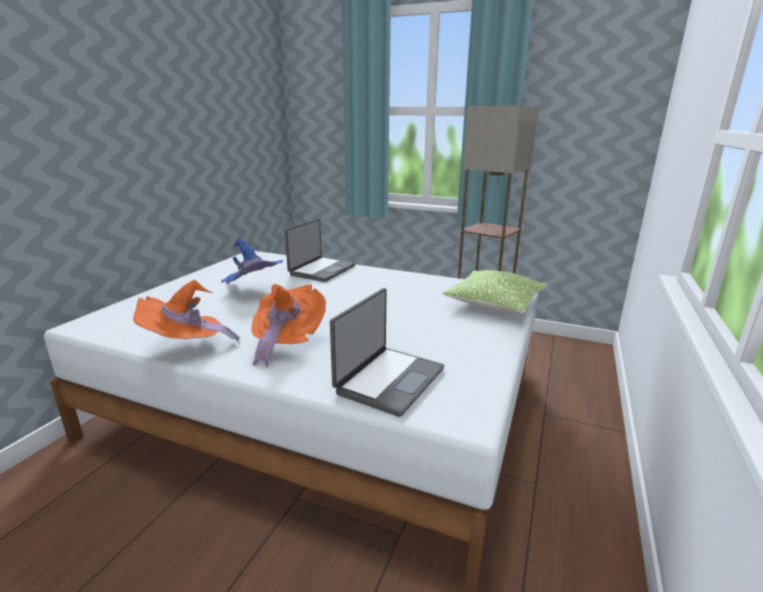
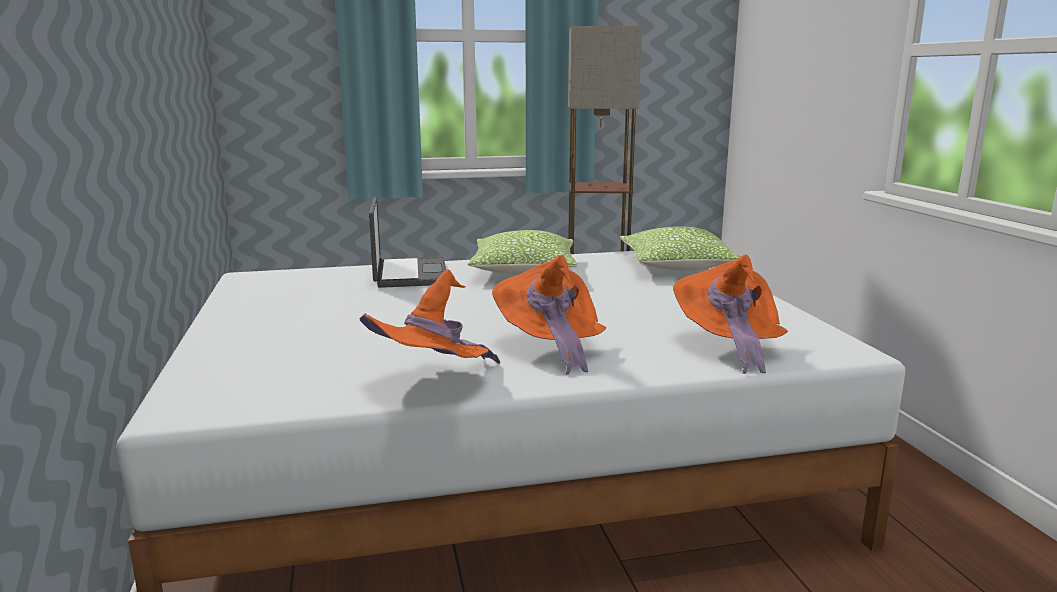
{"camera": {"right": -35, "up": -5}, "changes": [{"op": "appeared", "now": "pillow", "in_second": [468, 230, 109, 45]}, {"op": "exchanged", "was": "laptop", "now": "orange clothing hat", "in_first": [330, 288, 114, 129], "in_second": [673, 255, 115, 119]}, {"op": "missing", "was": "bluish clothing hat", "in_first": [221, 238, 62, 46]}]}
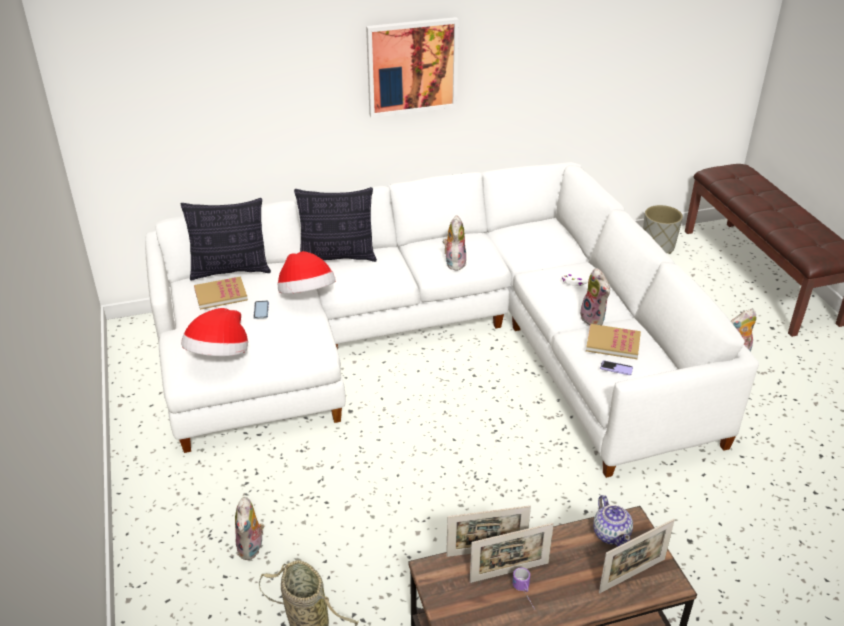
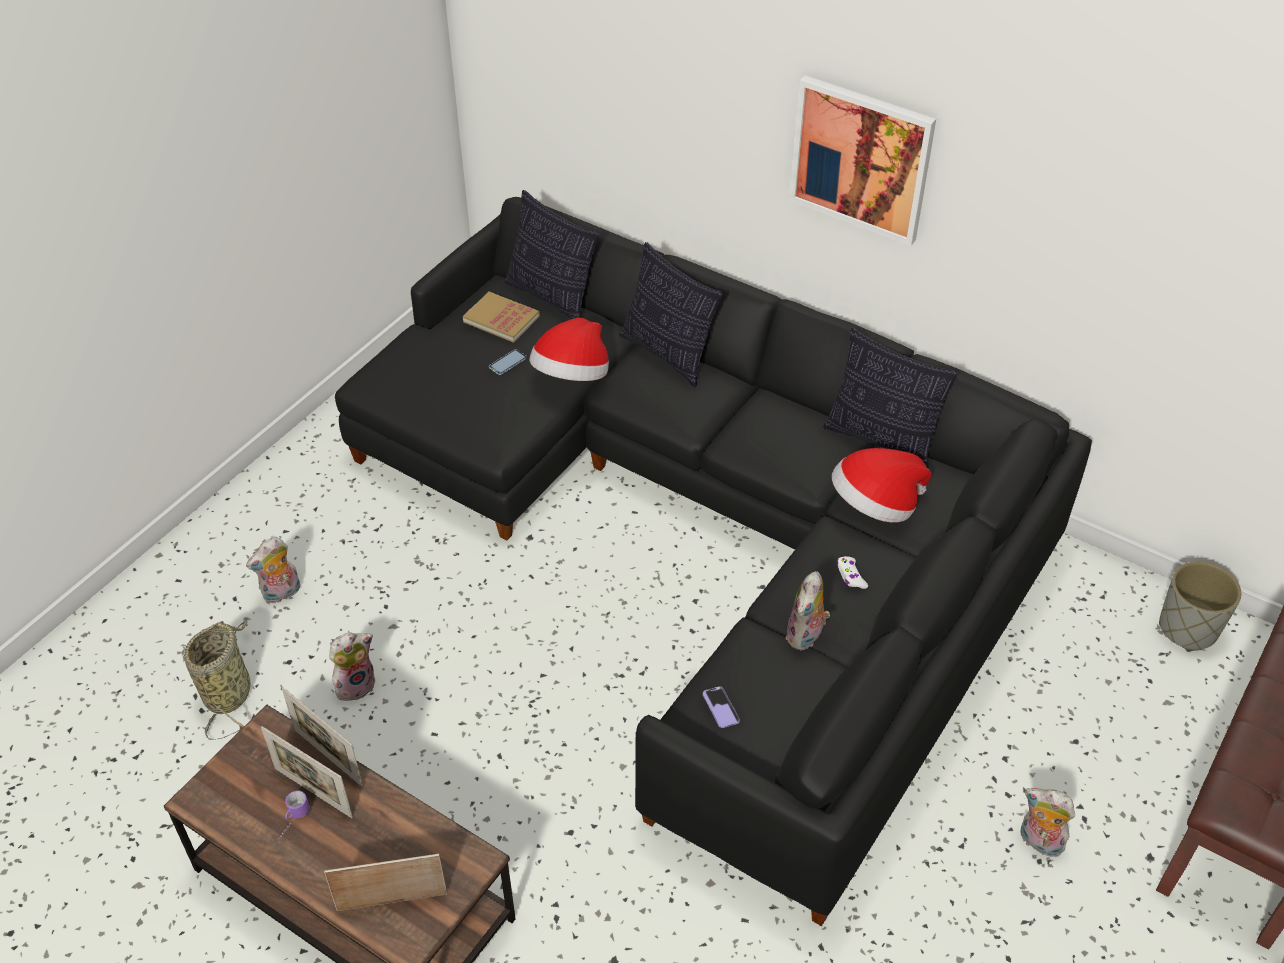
{"camera": {"right": 50, "up": 10}, "changes": [{"op": "spun", "was": "photo frame", "in_first": [599, 519, 76, 74], "in_second": [324, 854, 123, 57], "clockwise": 150}, {"op": "relocated", "was": "plush toy", "in_first": [443, 215, 23, 56], "in_second": [329, 633, 46, 68]}, {"op": "colour", "was": "whitish couch", "now": "black couch", "in_first": [145, 162, 614, 316], "in_second": [335, 197, 757, 729]}, {"op": "appeared", "now": "pillow", "in_second": [823, 328, 135, 140]}, {"op": "relocated", "was": "clothing hat", "in_first": [181, 308, 67, 48], "in_second": [832, 448, 99, 75]}, {"op": "missing", "was": "volume", "in_first": [586, 324, 55, 35]}, {"op": "missing", "was": "pot for tea", "in_first": [593, 495, 40, 52]}]}
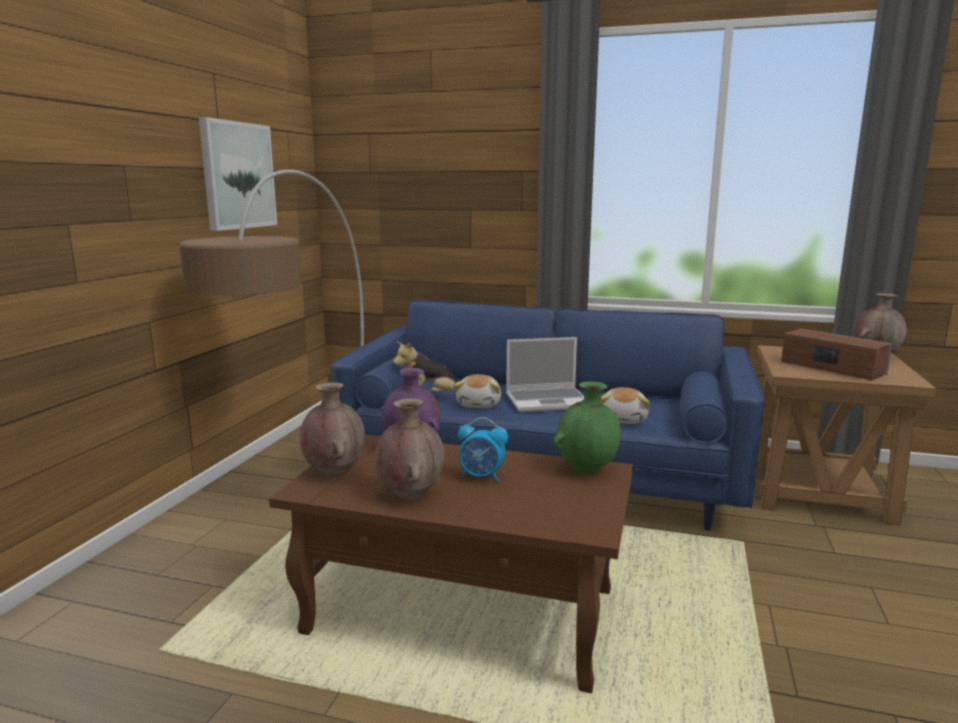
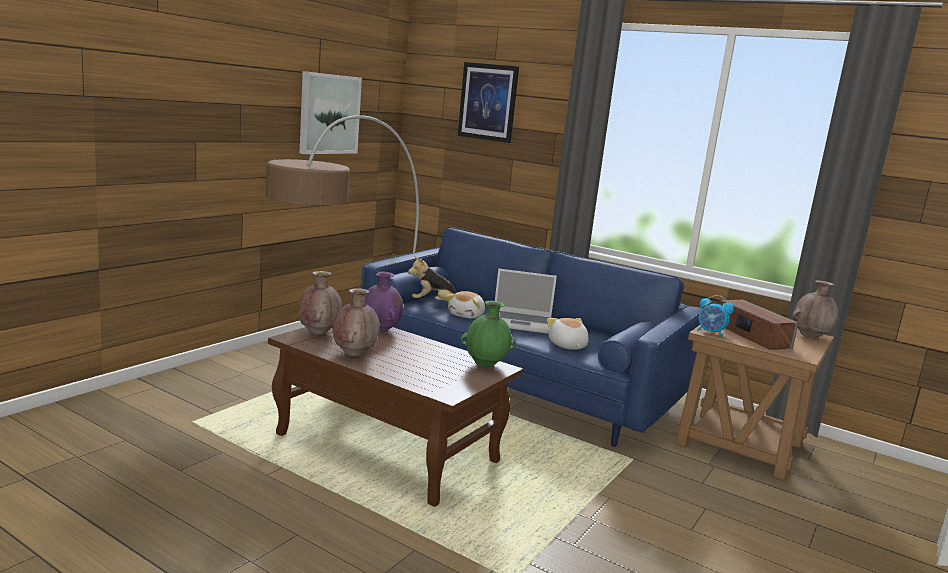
{"camera": {"right": 15, "up": 0}, "changes": [{"op": "appeared", "now": "wall art", "in_second": [457, 62, 62, 81]}, {"op": "spun", "was": "plush toy", "in_first": [601, 387, 49, 37], "in_second": [547, 318, 42, 32], "clockwise": 135}, {"op": "relocated", "was": "table clock", "in_first": [458, 417, 50, 65], "in_second": [697, 295, 36, 42]}]}
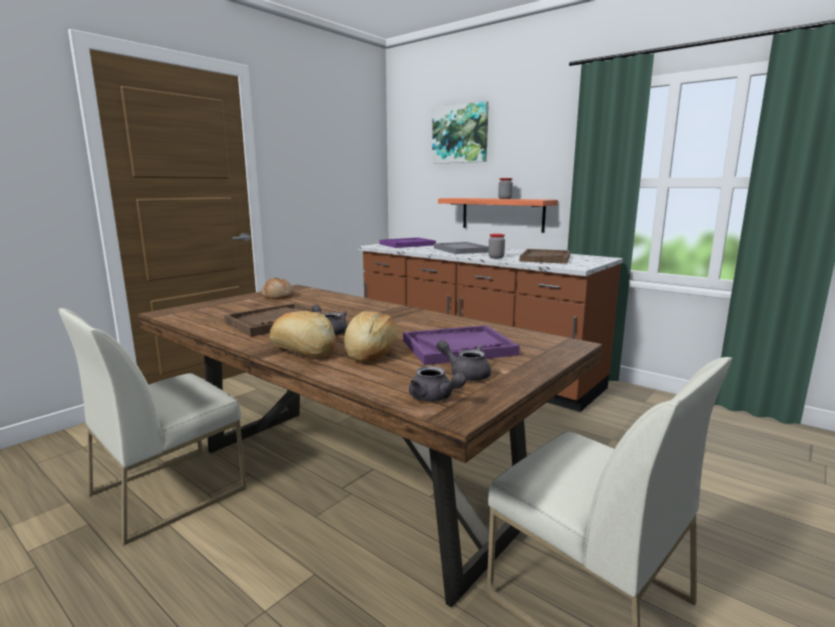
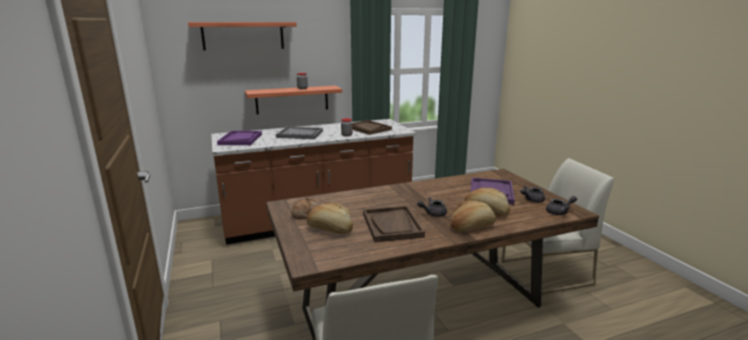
{"camera": {"right": -60, "up": 5}, "changes": [{"op": "exchanged", "was": "wall art", "now": "shelf", "in_first": [432, 101, 57, 63], "in_second": [188, 22, 109, 28]}, {"op": "appeared", "now": "bakery bread", "in_second": [306, 203, 47, 31]}]}
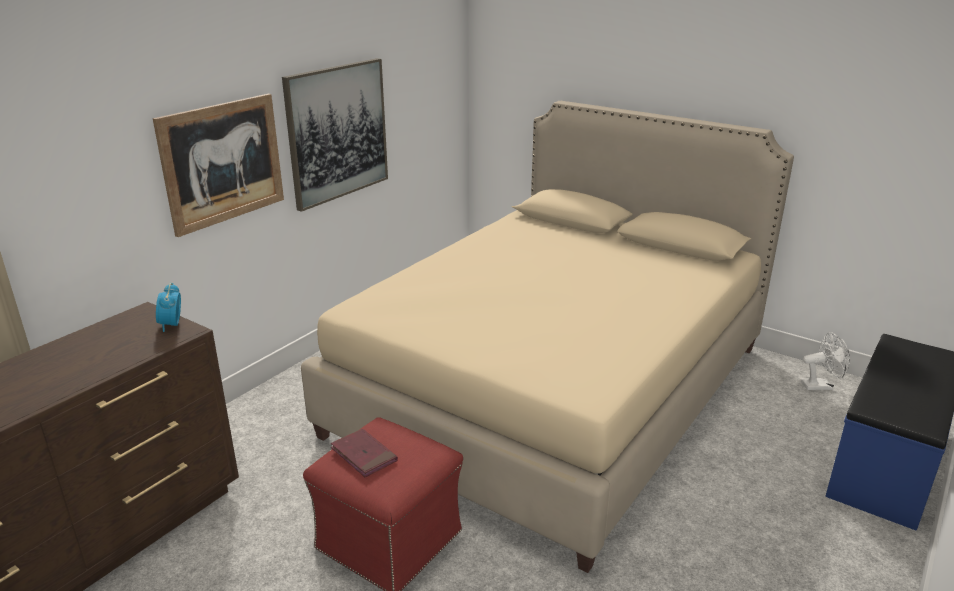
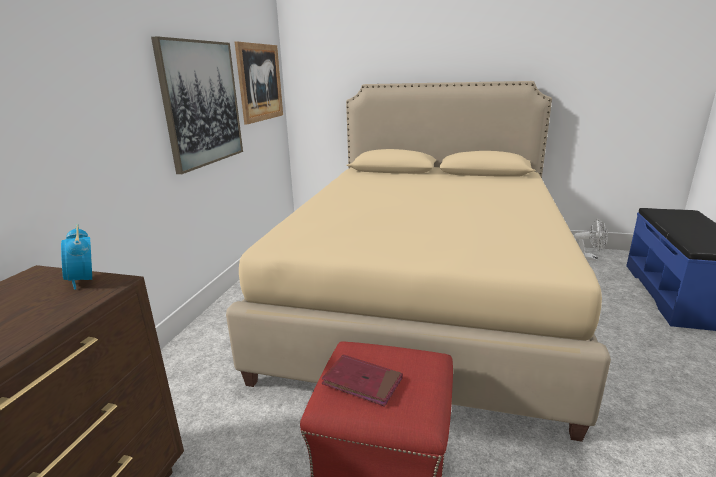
{"camera": {"right": -20, "up": -5}, "changes": [{"op": "relocated", "was": "wall art", "in_first": [153, 94, 131, 143], "in_second": [235, 42, 48, 83]}, {"op": "spun", "was": "whitish fan", "in_first": [801, 332, 49, 58], "in_second": [574, 219, 34, 42], "clockwise": 45}]}
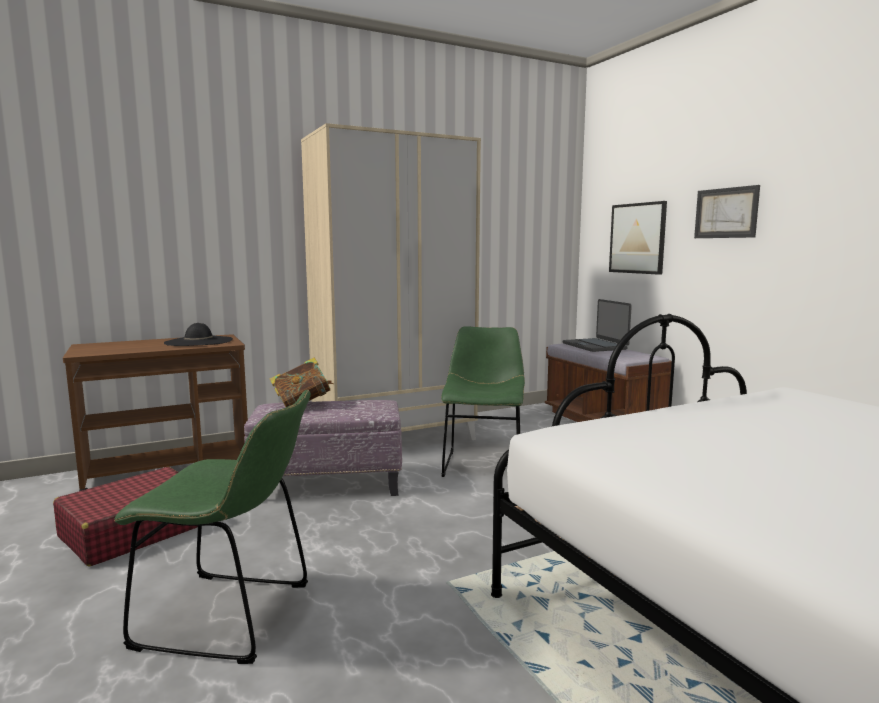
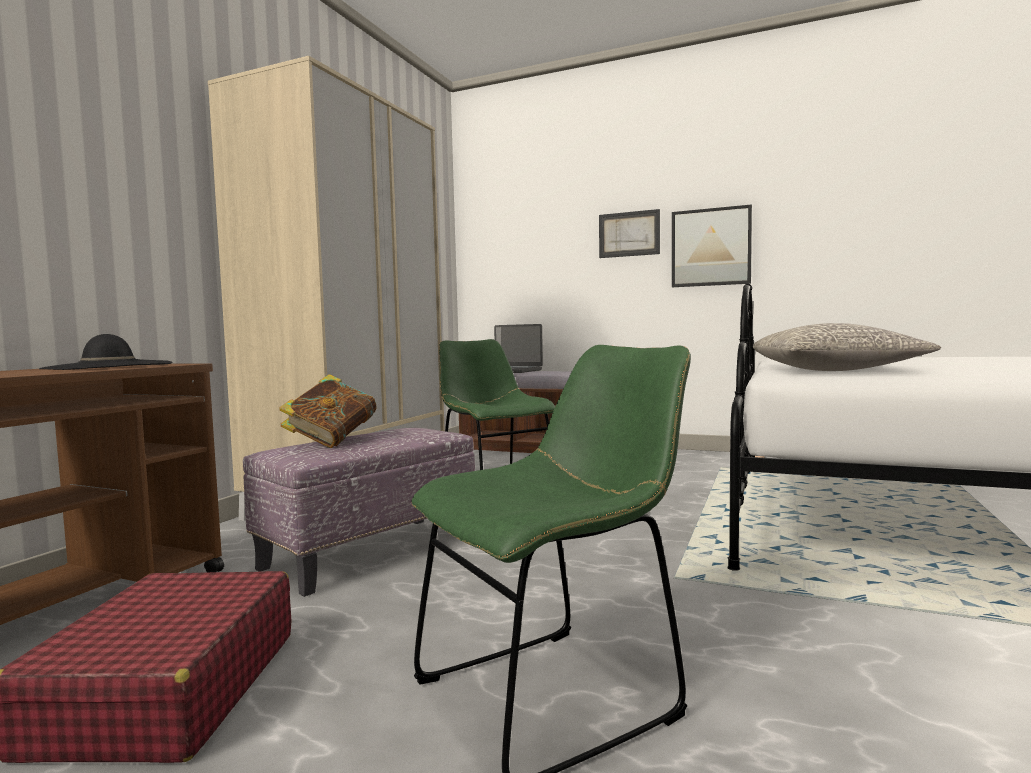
{"camera": {"right": -40, "up": -5}, "changes": [{"op": "relocated", "was": "wall art", "in_first": [609, 201, 58, 74], "in_second": [672, 204, 80, 83]}, {"op": "appeared", "now": "greyish pillow", "in_second": [753, 323, 188, 48]}]}
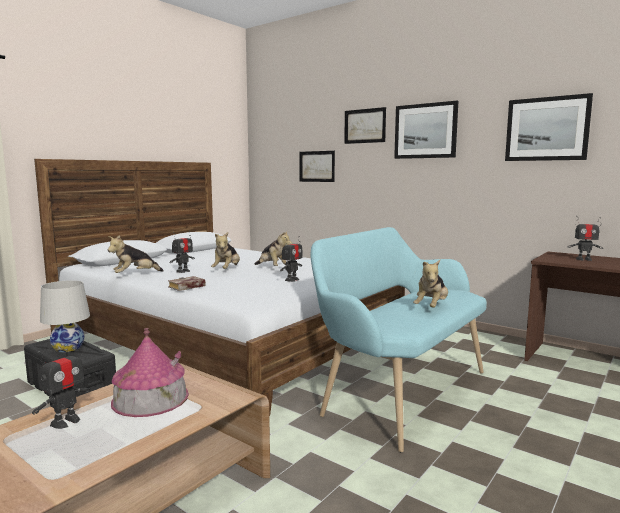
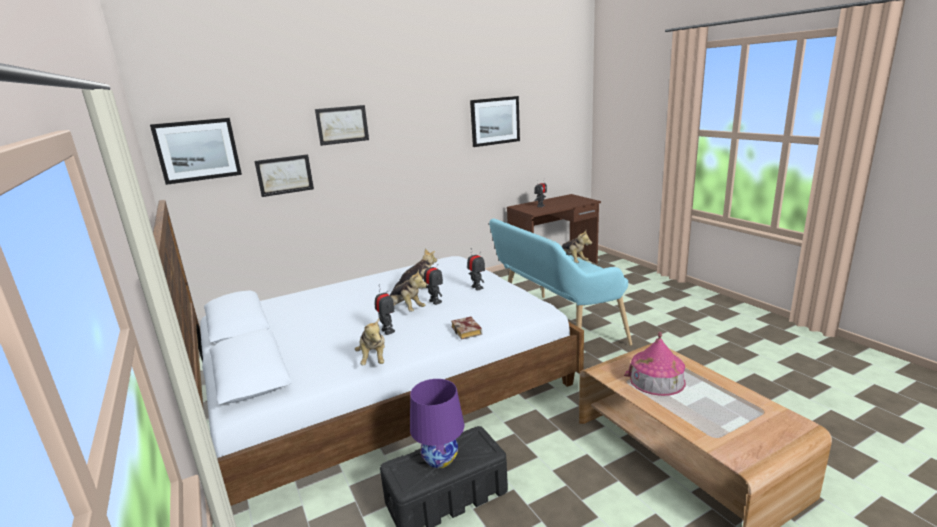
{"camera": {"right": -65, "up": 10}, "changes": [{"op": "relocated", "was": "wall art", "in_first": [394, 101, 64, 58], "in_second": [150, 118, 92, 67]}, {"op": "colour", "was": "whitish lamp for a table", "now": "purple-coloured lamp for a table", "in_first": [40, 280, 50, 72], "in_second": [410, 379, 54, 89]}, {"op": "relocated", "was": "toy robot", "in_first": [32, 341, 59, 88], "in_second": [424, 260, 19, 45]}]}
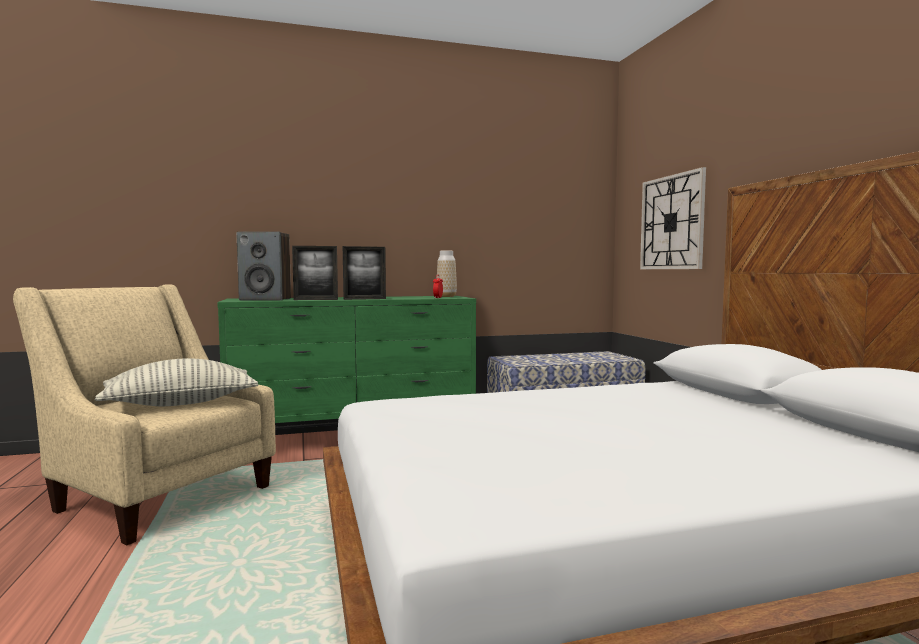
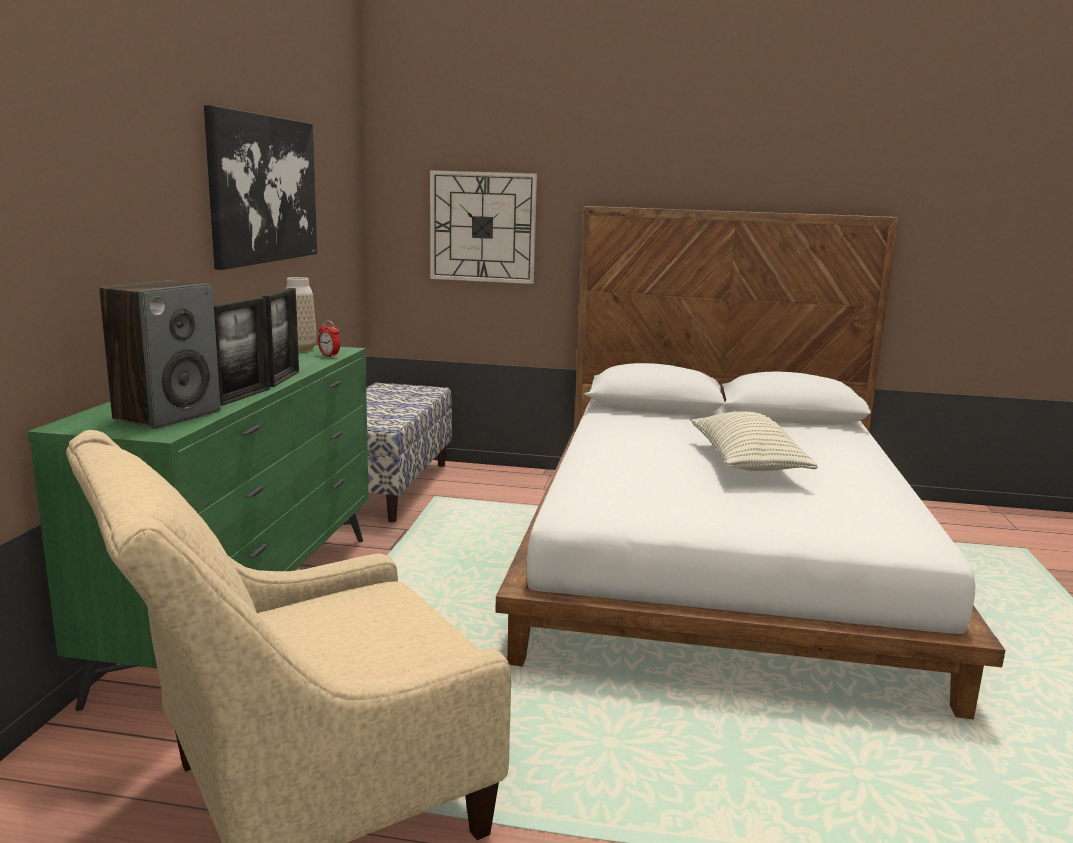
{"camera": {"right": -65, "up": 10}, "changes": [{"op": "appeared", "now": "wall art", "in_second": [204, 105, 113, 165]}, {"op": "relocated", "was": "pillow", "in_first": [95, 358, 163, 48], "in_second": [691, 411, 127, 60]}]}
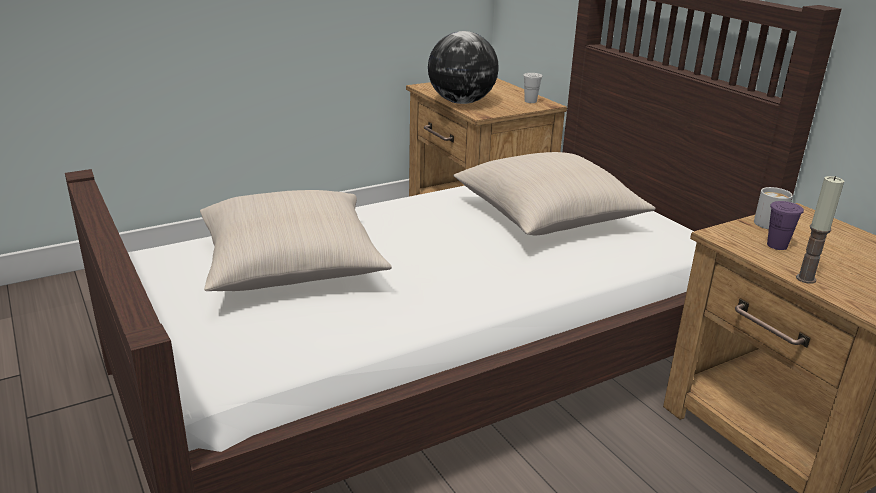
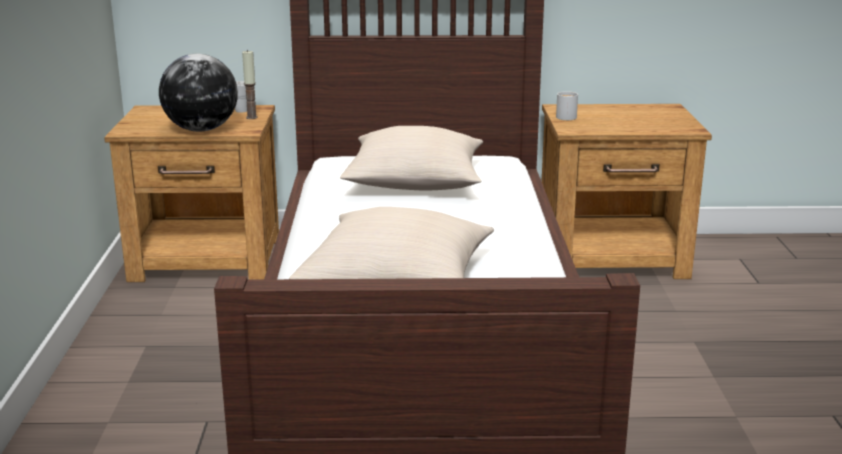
{"camera": {"right": -60, "up": -5}, "changes": [{"op": "relocated", "was": "candle", "in_first": [796, 176, 48, 108], "in_second": [242, 50, 16, 69]}, {"op": "missing", "was": "purple-coloured cup", "in_first": [767, 201, 37, 49]}]}
